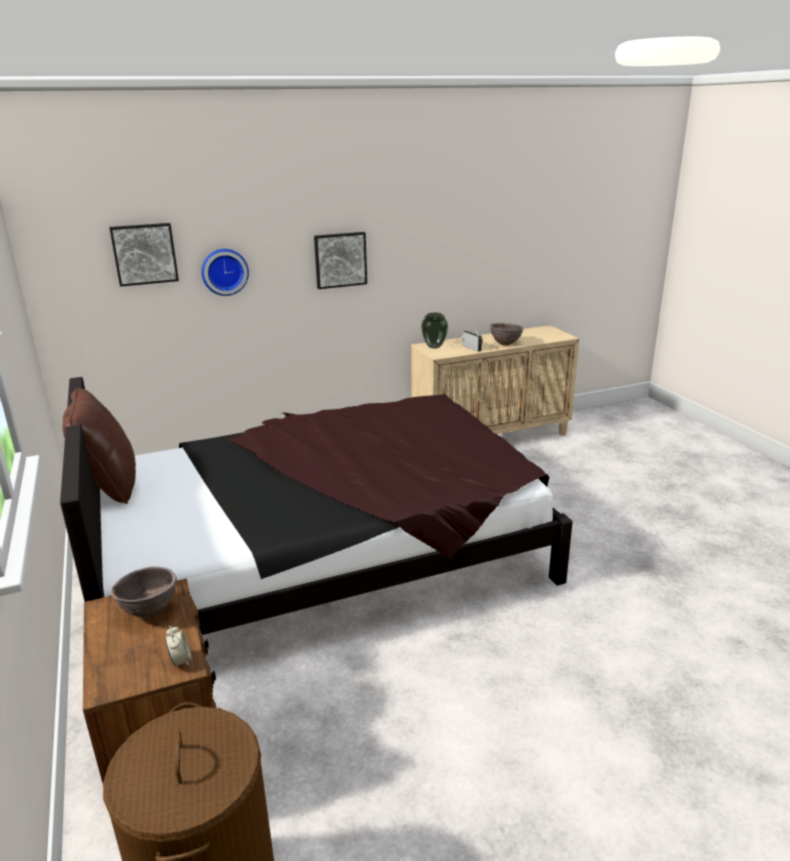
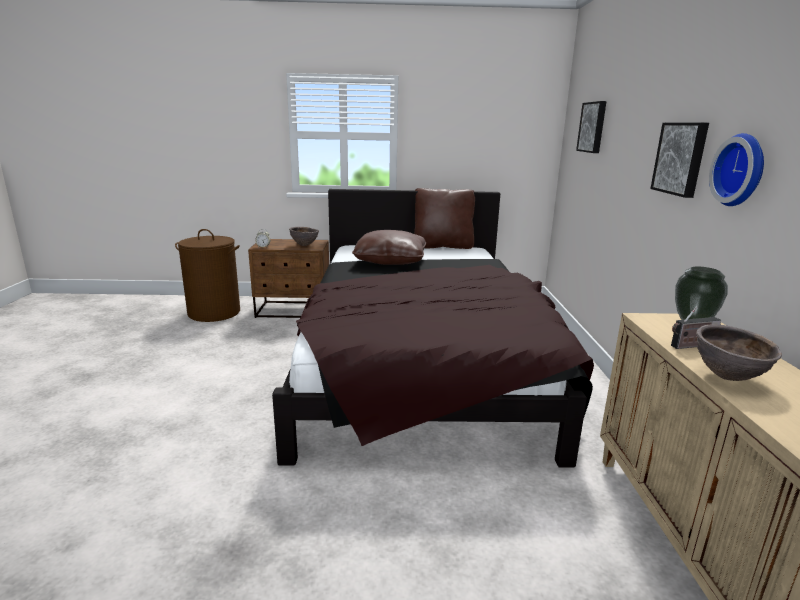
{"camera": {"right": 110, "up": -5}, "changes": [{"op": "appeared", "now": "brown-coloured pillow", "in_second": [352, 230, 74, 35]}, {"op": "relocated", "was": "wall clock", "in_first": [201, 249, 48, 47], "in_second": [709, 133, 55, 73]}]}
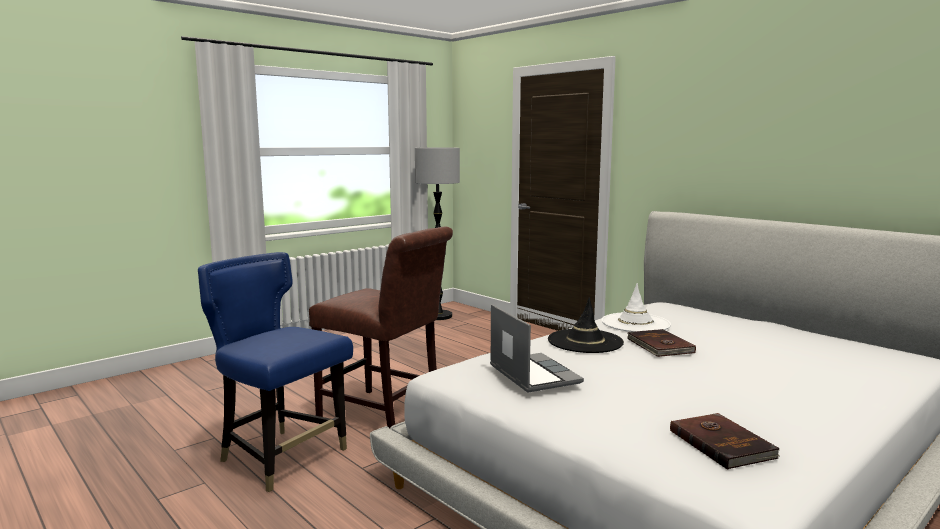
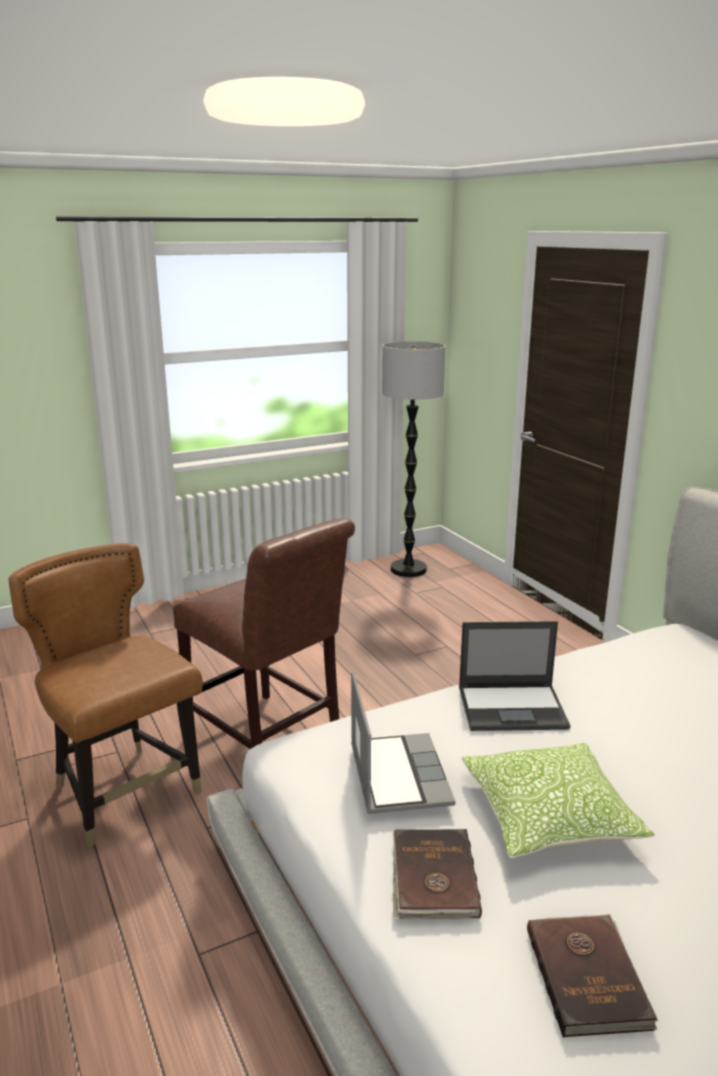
{"camera": {"right": 15, "up": 10}, "changes": [{"op": "colour", "was": "bluish plain chair", "now": "brown-coloured plain chair", "in_first": [198, 252, 155, 240], "in_second": [8, 543, 195, 305]}, {"op": "relocated", "was": "brown-coloured volume", "in_first": [627, 329, 69, 28], "in_second": [393, 829, 89, 90]}, {"op": "exchanged", "was": "black clothing hat", "now": "laptop", "in_first": [548, 297, 76, 56], "in_second": [459, 621, 112, 110]}, {"op": "appeared", "now": "pillow", "in_second": [461, 743, 194, 116]}, {"op": "missing", "was": "whitish clothing hat", "in_first": [602, 283, 69, 49]}]}
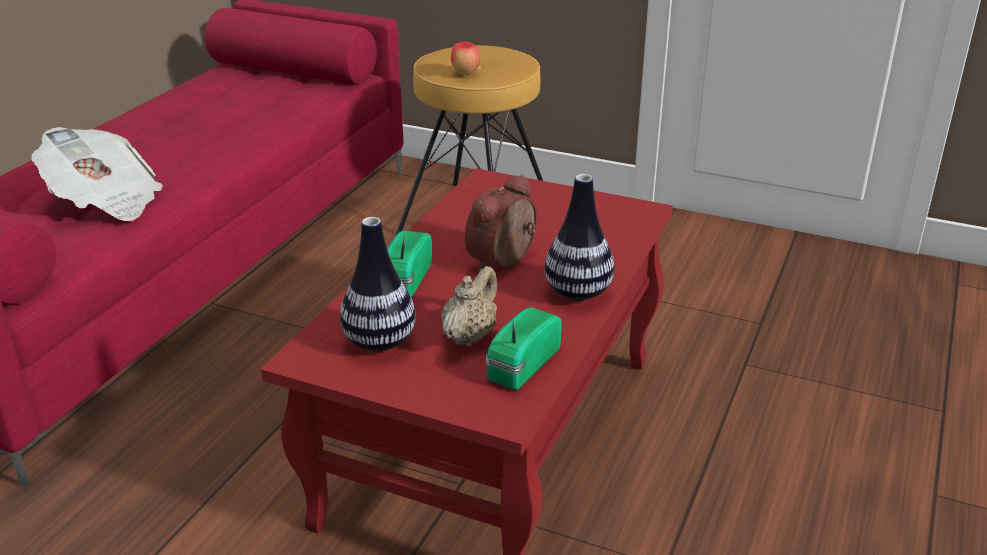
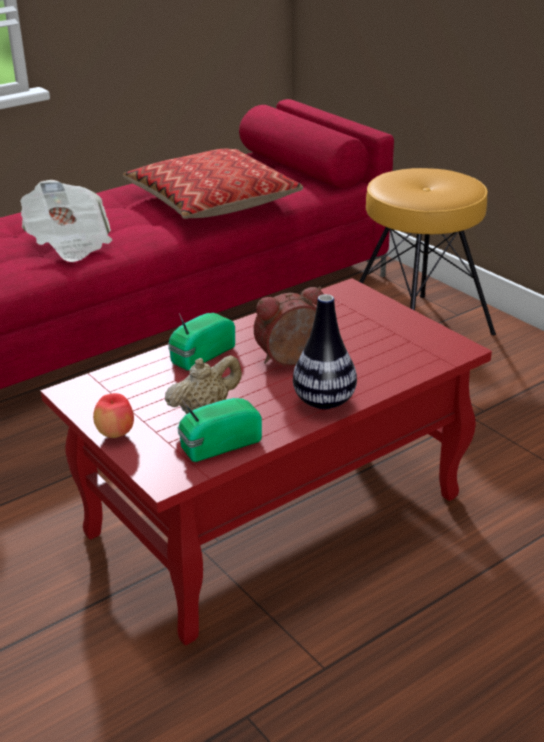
{"camera": {"right": 30, "up": 0}, "changes": [{"op": "relocated", "was": "apple fruit", "in_first": [451, 42, 29, 33], "in_second": [93, 393, 41, 45]}, {"op": "appeared", "now": "pillow", "in_second": [123, 149, 180, 70]}, {"op": "missing", "was": "decorative vase", "in_first": [340, 217, 76, 134]}]}
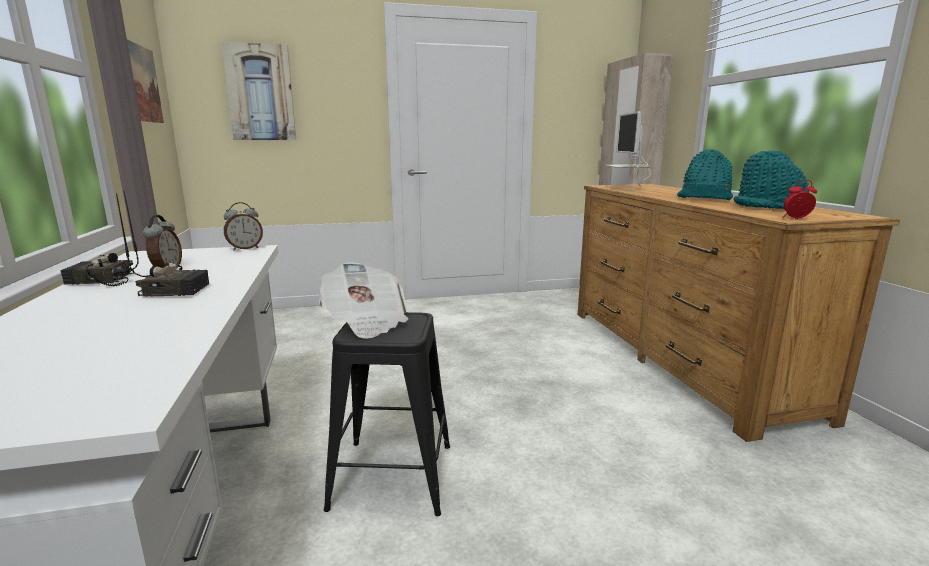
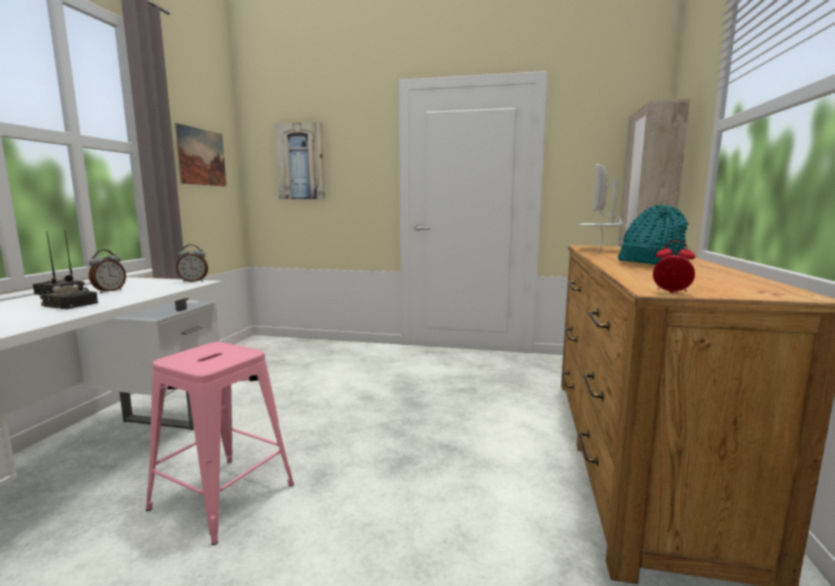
{"camera": {"right": 25, "up": -5}, "changes": [{"op": "colour", "was": "black stool", "now": "pink-coloured stool", "in_first": [324, 312, 126, 204], "in_second": [146, 342, 148, 203]}, {"op": "missing", "was": "daily paper", "in_first": [319, 262, 89, 77]}, {"op": "missing", "was": "turquoise-coloured clothing hat", "in_first": [734, 151, 75, 58]}]}
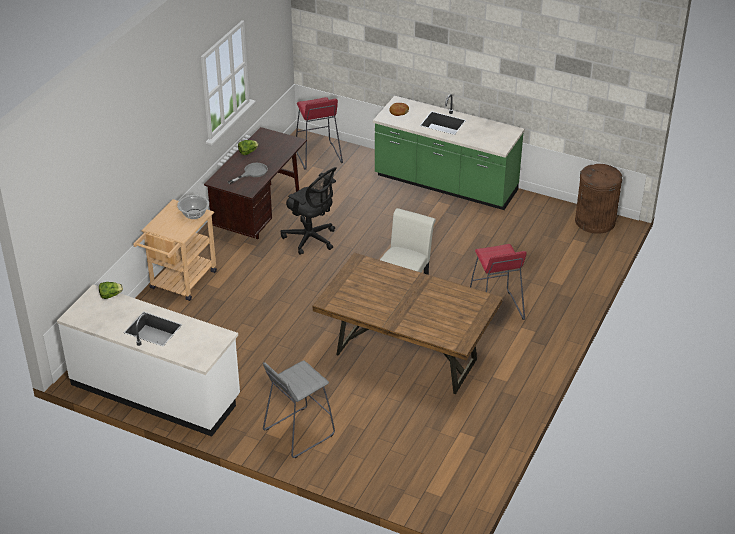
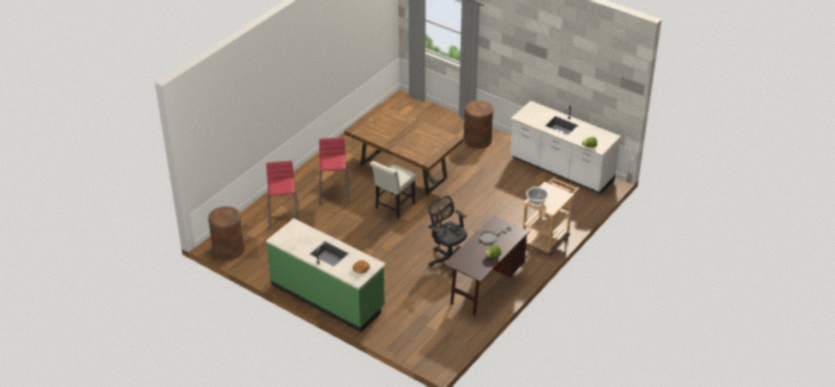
{"camera": {"right": -170, "up": 0}, "changes": [{"op": "relocated", "was": "red-coloured stool", "in_first": [296, 97, 47, 73], "in_second": [266, 161, 34, 69]}, {"op": "exchanged", "was": "greyish stool", "now": "brown-coloured trash can", "in_first": [263, 360, 72, 98], "in_second": [464, 100, 30, 49]}]}
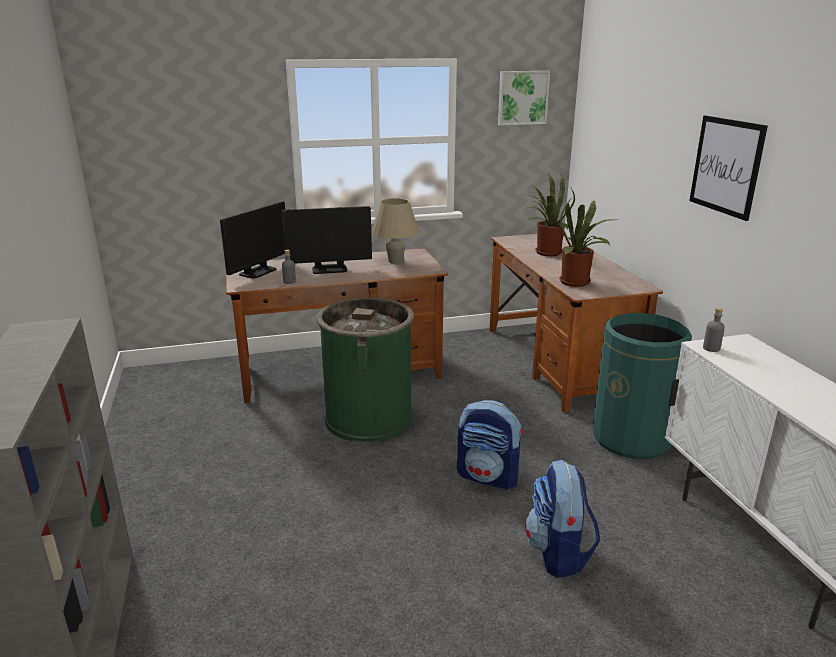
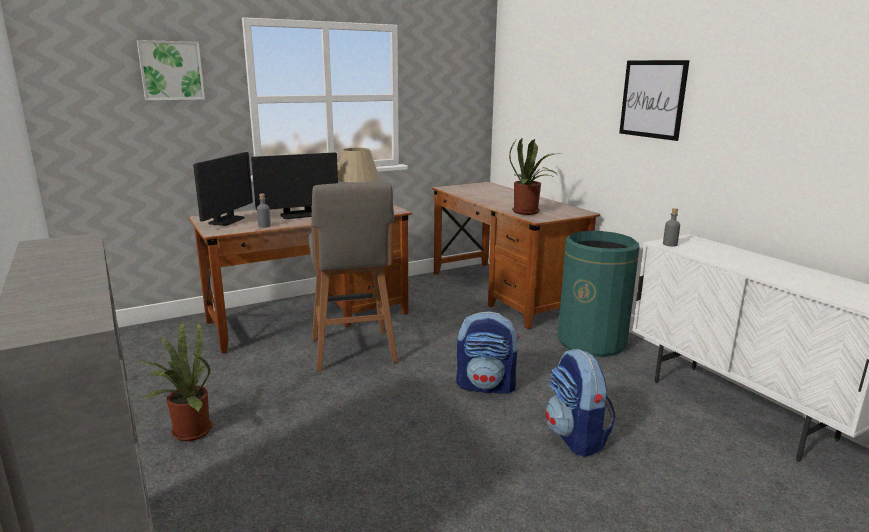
{"camera": {"right": -15, "up": -5}, "changes": [{"op": "relocated", "was": "potted plant", "in_first": [525, 172, 50, 84], "in_second": [131, 319, 82, 122]}, {"op": "relocated", "was": "wall art", "in_first": [498, 71, 52, 54], "in_second": [137, 40, 68, 60]}, {"op": "exchanged", "was": "green-coloured trash can", "now": "greyish stool", "in_first": [316, 298, 98, 144], "in_second": [309, 182, 89, 190]}]}
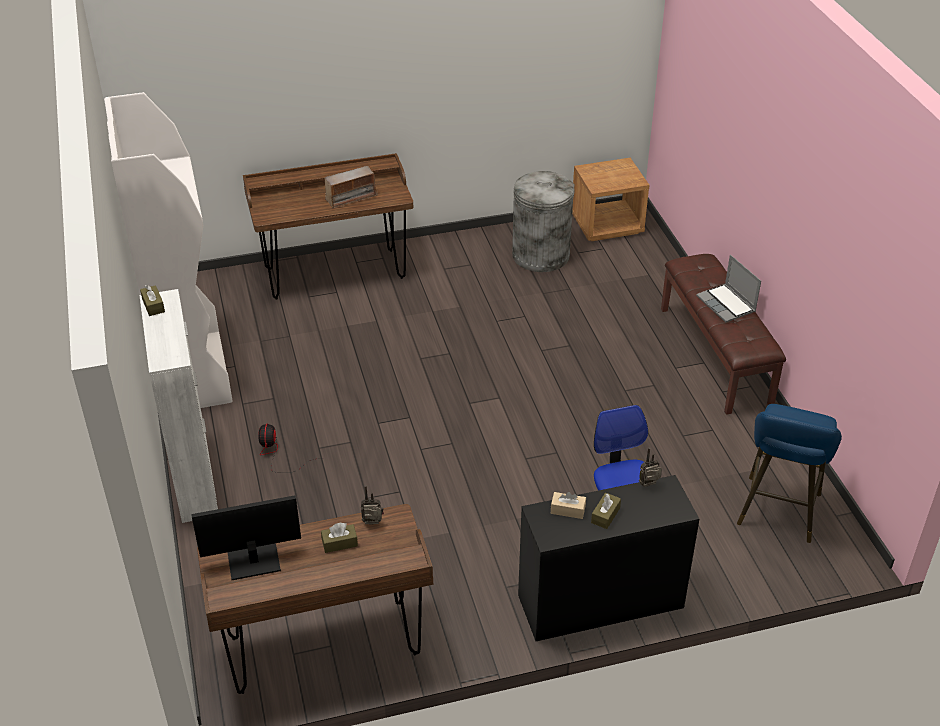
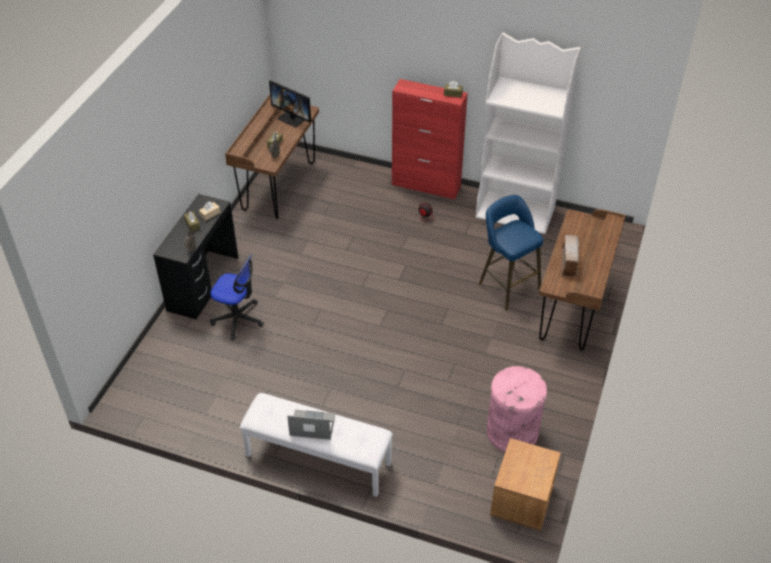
{"camera": {"right": 125, "up": 5}, "changes": [{"op": "colour", "was": "brown-coloured indoor bench", "now": "whitish indoor bench", "in_first": [661, 254, 125, 161], "in_second": [240, 393, 153, 104]}, {"op": "spun", "was": "monitor", "in_first": [191, 495, 110, 85], "in_second": [269, 80, 42, 47], "clockwise": 105}, {"op": "colour", "was": "whitish cupboard", "now": "red-coloured cupboard", "in_first": [139, 289, 79, 234], "in_second": [392, 79, 76, 120]}, {"op": "relocated", "was": "bluish stool", "in_first": [737, 404, 105, 139], "in_second": [479, 195, 64, 116]}, {"op": "colour", "was": "greyish trash can", "now": "pink-coloured trash can", "in_first": [512, 171, 63, 101], "in_second": [487, 366, 60, 86]}]}
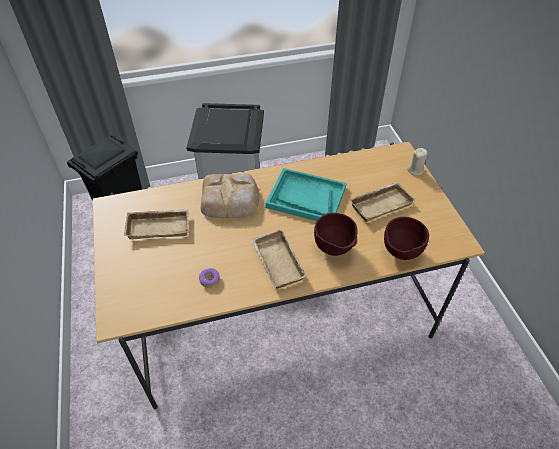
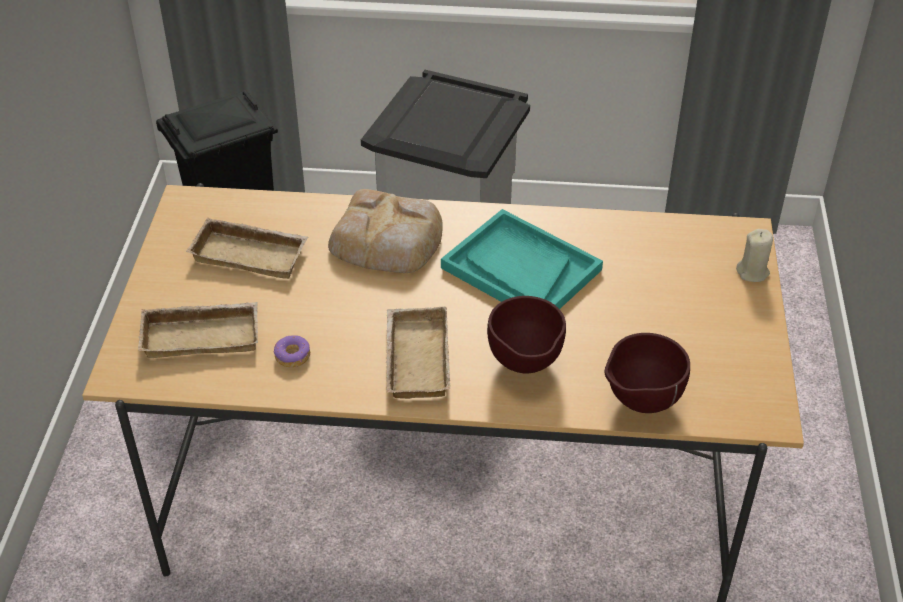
{"camera": {"right": 20, "up": -5}, "changes": [{"op": "relocated", "was": "beige-coloured carrying tray", "in_first": [349, 182, 66, 40], "in_second": [138, 302, 120, 56]}]}
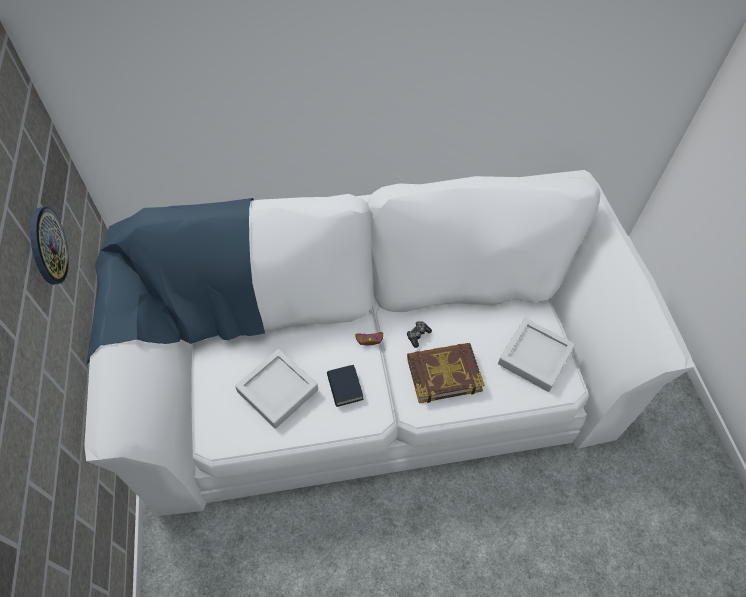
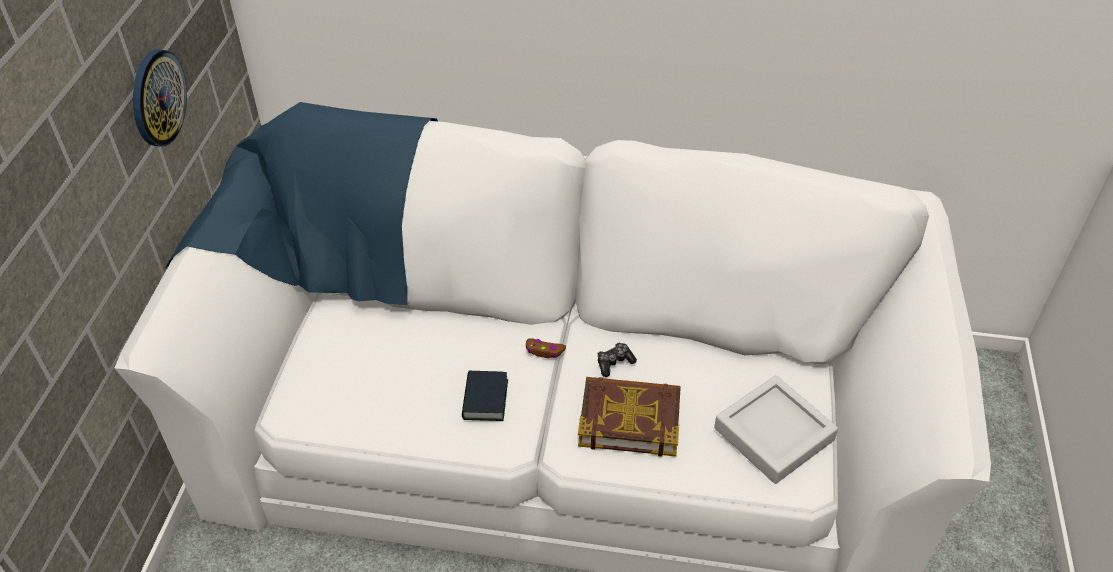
{"camera": {"right": 20, "up": -10}, "changes": [{"op": "missing", "was": "greyish carrying tray", "in_first": [235, 349, 83, 80]}]}
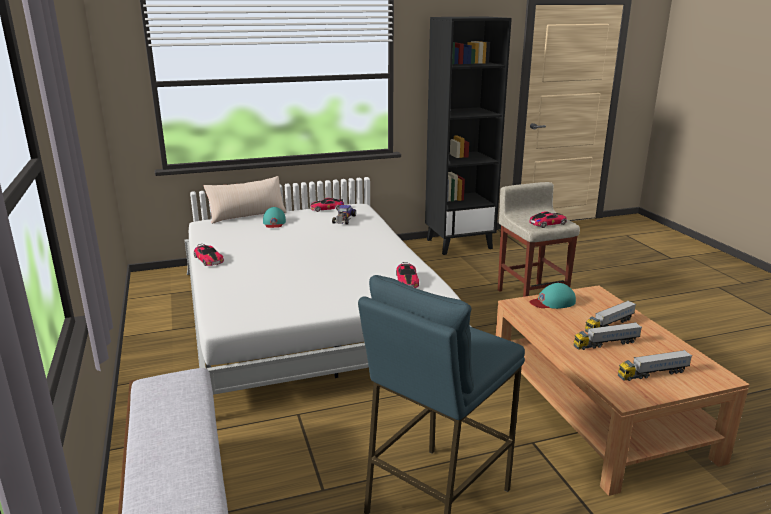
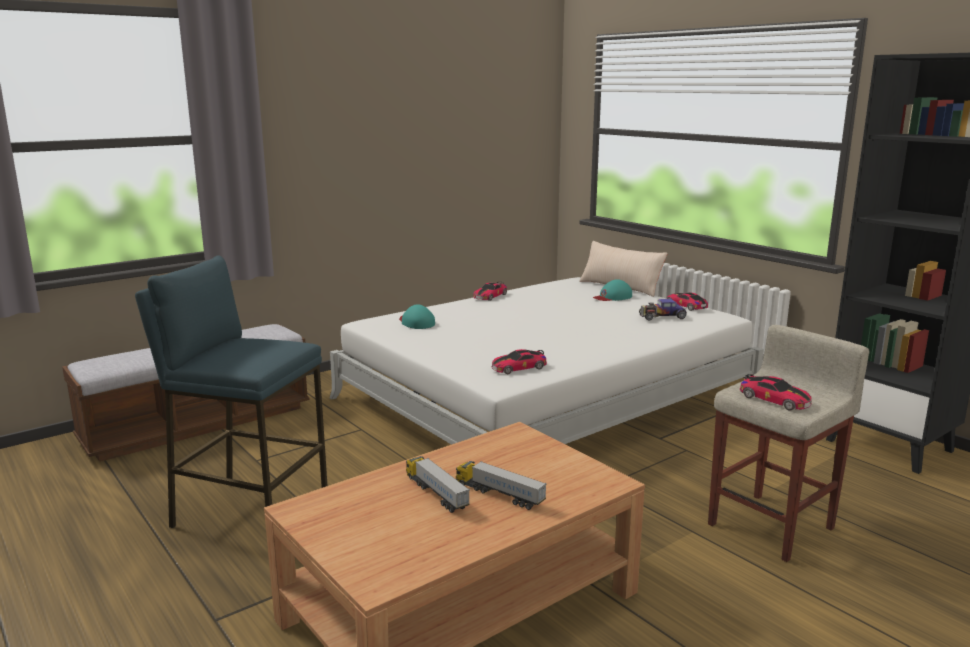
{"camera": {"right": 70, "up": -5}, "changes": [{"op": "relocated", "was": "turquoise-coloured peaked cap", "in_first": [529, 283, 47, 26], "in_second": [399, 304, 36, 25]}, {"op": "missing", "was": "model truck", "in_first": [618, 350, 74, 31]}]}
